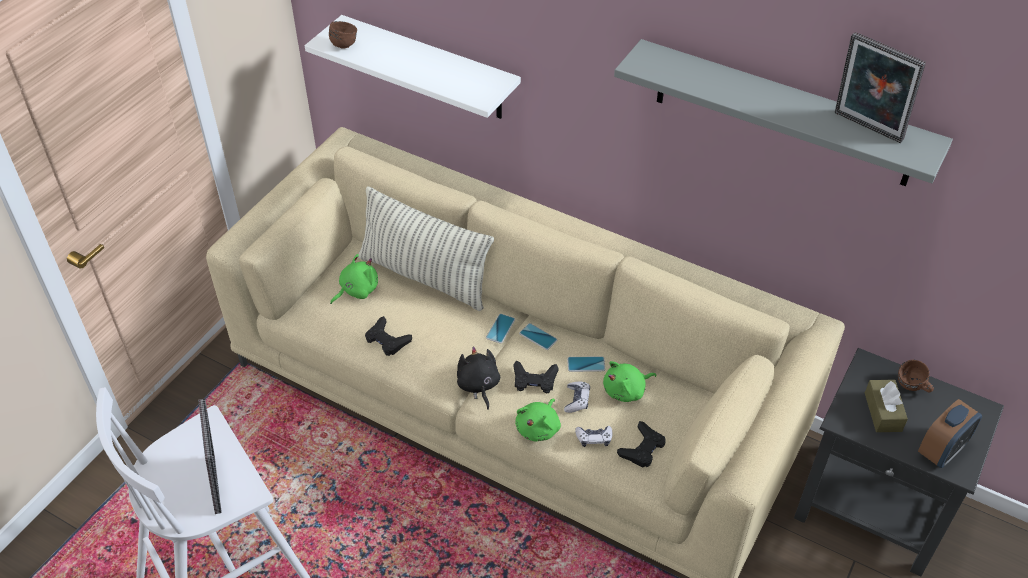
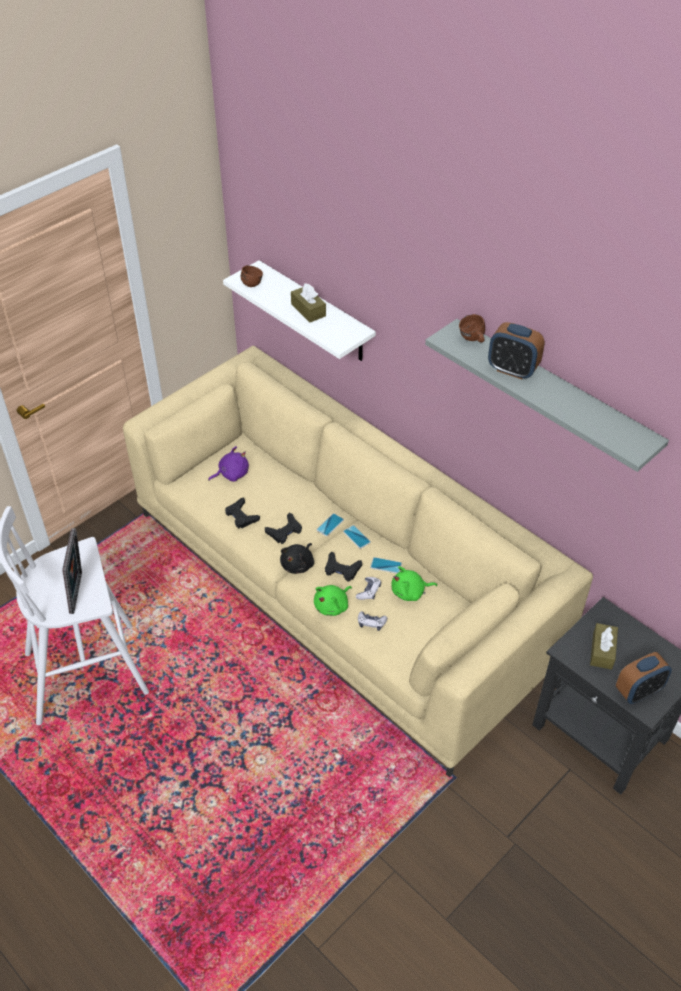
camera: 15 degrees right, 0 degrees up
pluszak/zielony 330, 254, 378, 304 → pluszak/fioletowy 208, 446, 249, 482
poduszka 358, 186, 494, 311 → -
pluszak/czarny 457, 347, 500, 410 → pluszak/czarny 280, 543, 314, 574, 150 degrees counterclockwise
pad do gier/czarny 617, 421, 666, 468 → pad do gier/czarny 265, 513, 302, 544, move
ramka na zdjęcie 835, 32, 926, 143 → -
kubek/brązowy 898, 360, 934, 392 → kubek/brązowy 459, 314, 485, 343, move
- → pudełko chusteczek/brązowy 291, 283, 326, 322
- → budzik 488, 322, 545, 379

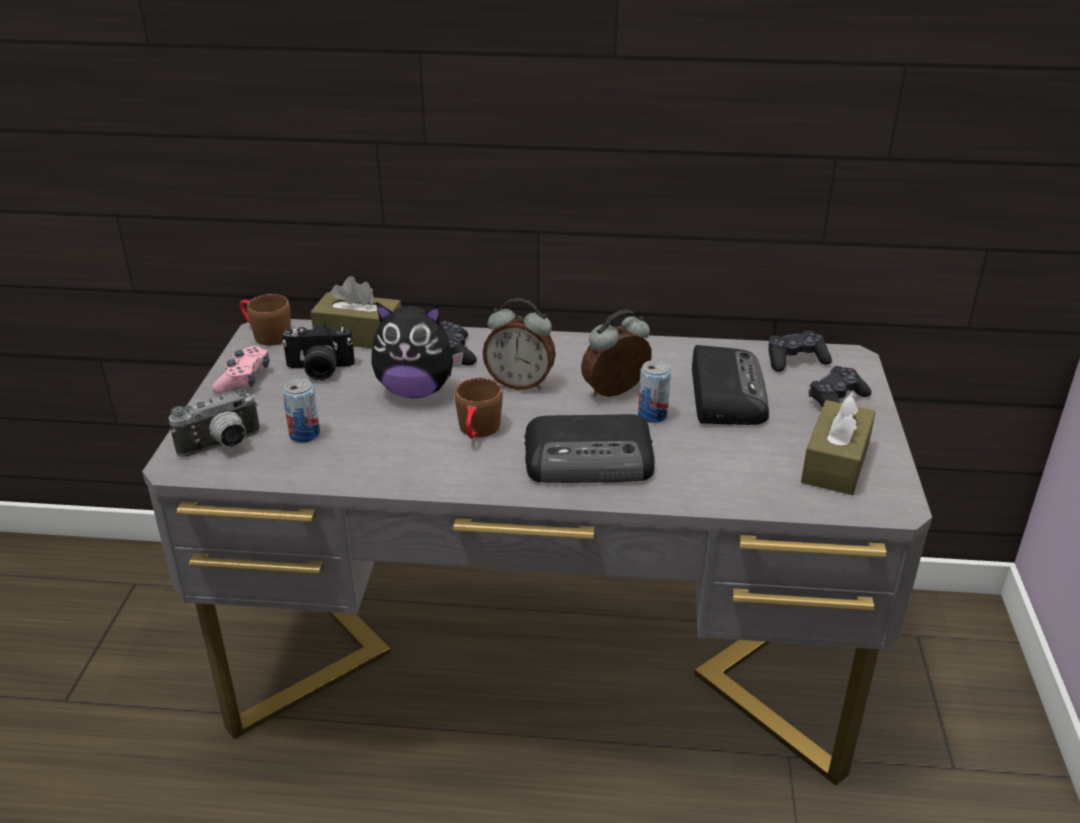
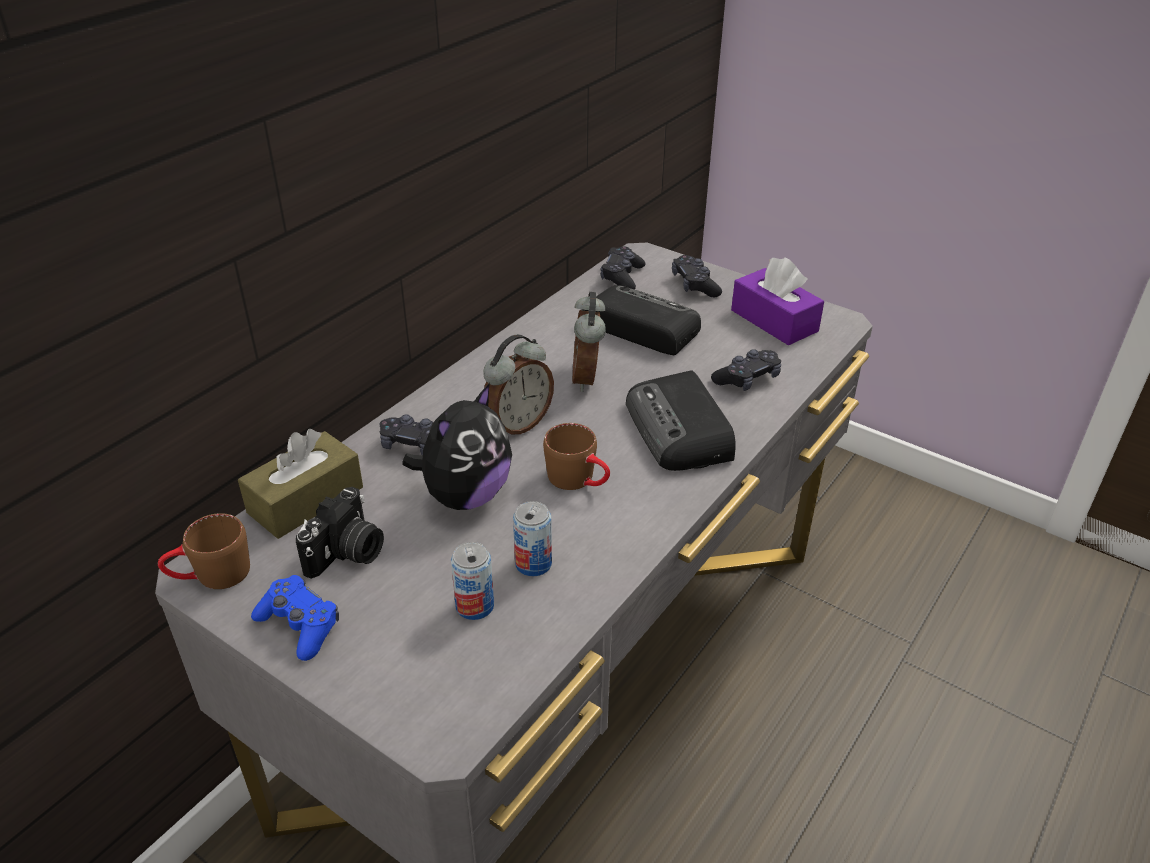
camera: 60 degrees left, 5 degrees up
aparat fotograficzny 169, 389, 260, 457 → -
pad do gier/różowy 212, 346, 270, 394 → pad do gier/niebieski 251, 575, 339, 661
radio 525, 414, 654, 483 → radio 626, 370, 736, 471, 135 degrees clockwise
puszka 638, 360, 671, 423 → puszka 513, 501, 552, 576, move
pudełko chusteczek/brązowy 801, 392, 876, 495 → pudełko chusteczek/fioletowy 731, 257, 824, 345
- → pad do gier/czarny 711, 349, 781, 391

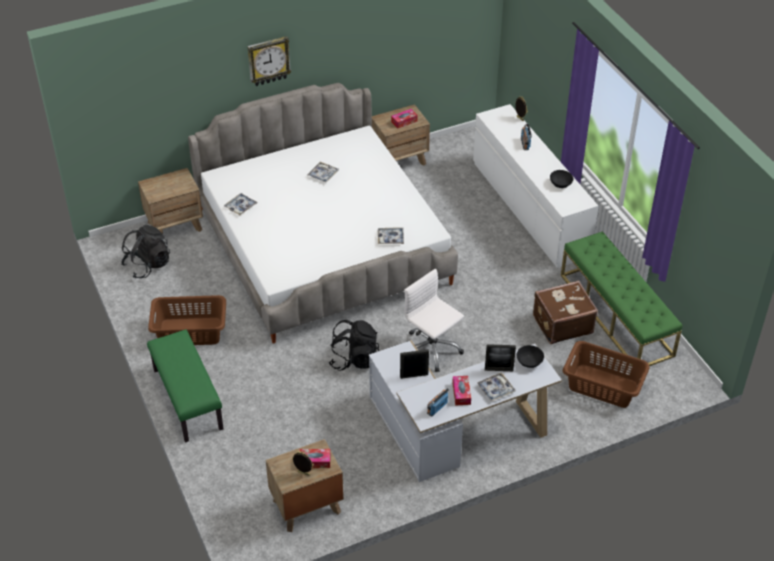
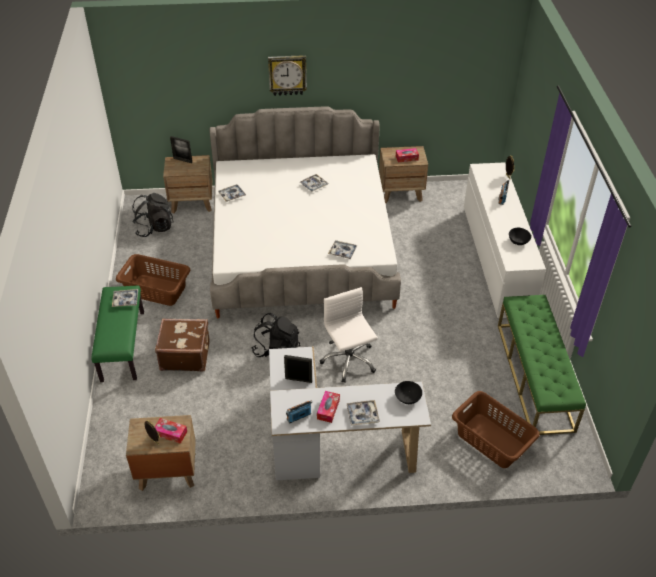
camera: 20 degrees right, 0 degrees up
ramka na zdjęcie 485, 344, 516, 371 → ramka na zdjęcie 170, 136, 192, 163, move
walizka/brązowy 533, 281, 598, 344 → walizka/brązowy 155, 318, 210, 371, move
- → taca 112, 289, 138, 307

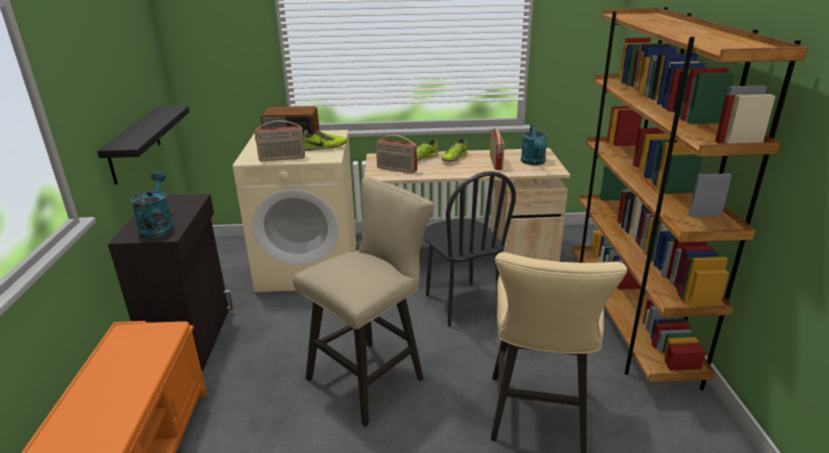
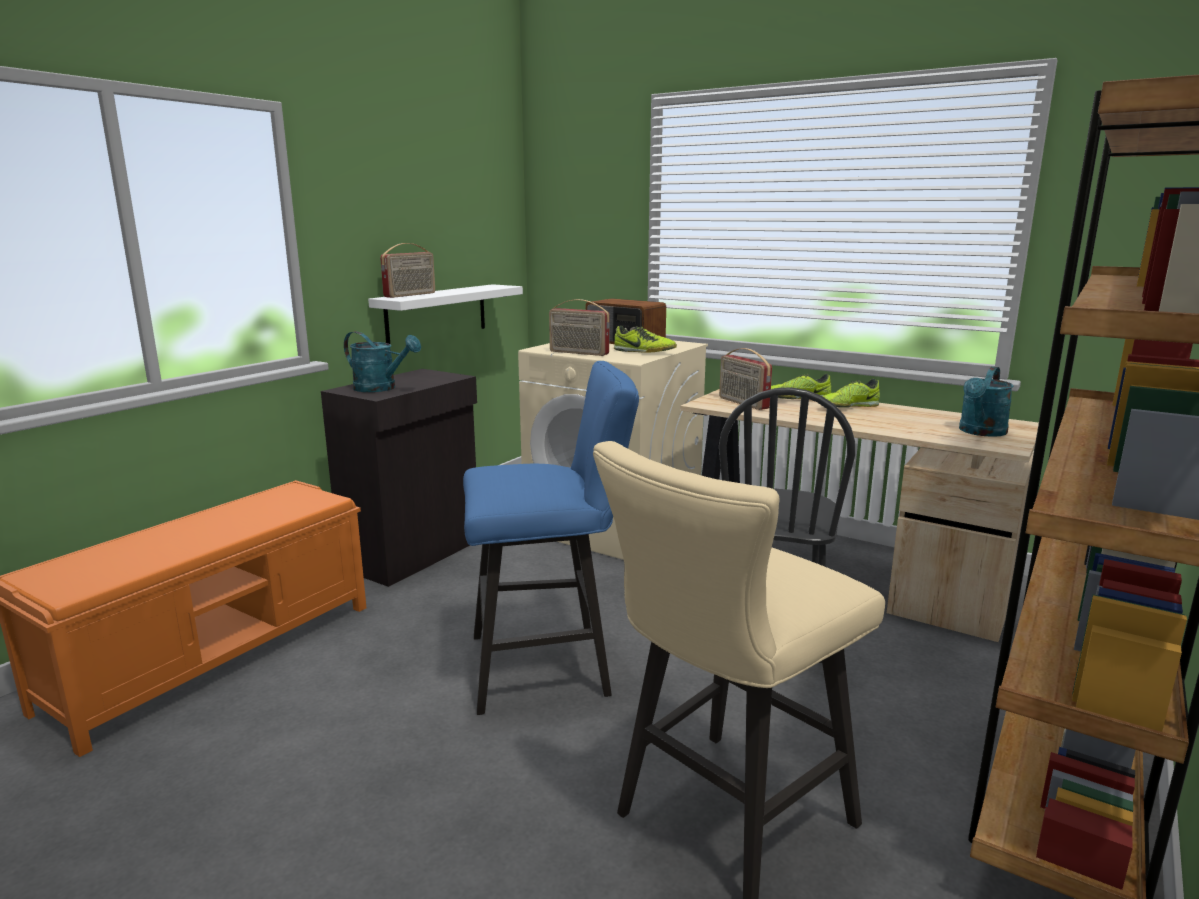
camera: 35 degrees right, 10 degrees down
półka/czarny 97, 106, 189, 185 → półka/biały 368, 284, 523, 344
konewka/turkusowy 131, 171, 174, 239 → konewka/turkusowy 344, 331, 421, 392, 90 degrees clockwise
stołek/beżowy 293, 177, 434, 427 → stołek/niebieski 463, 361, 639, 715
radio 490, 128, 505, 170 → radio 380, 243, 435, 298, move

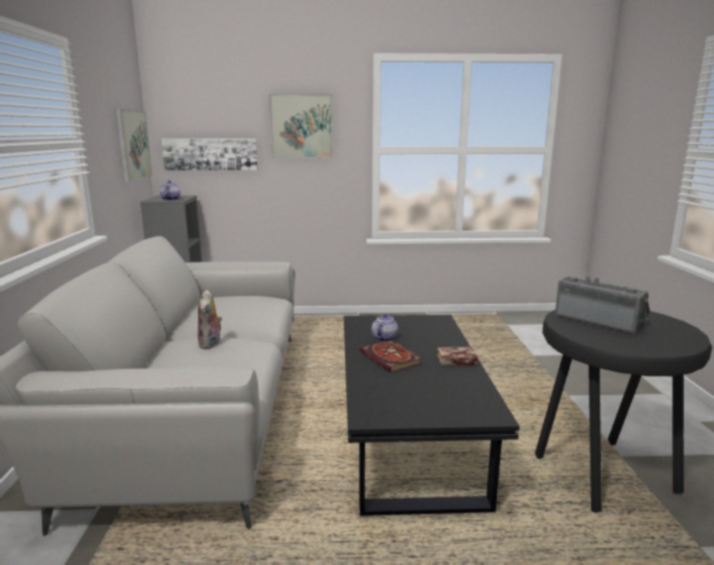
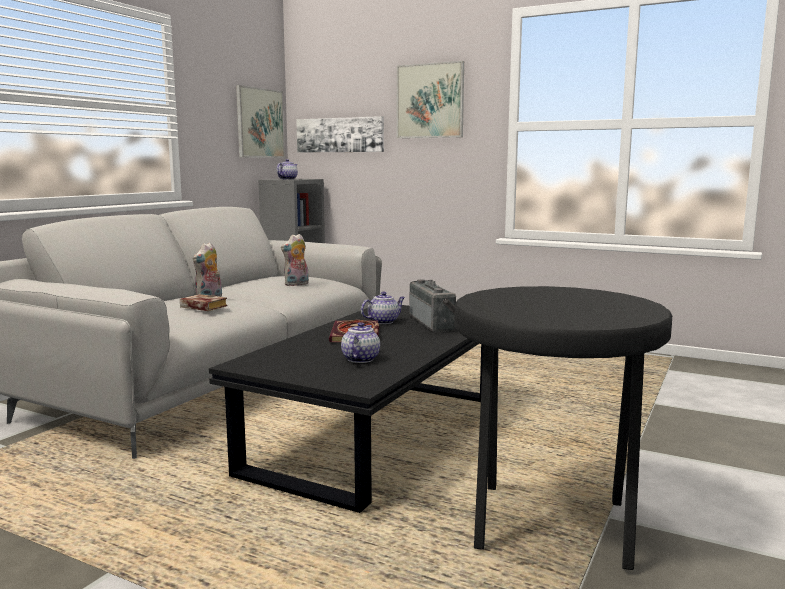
camera: 30 degrees right, 5 degrees down
książka 437, 346, 478, 366 → książka 180, 294, 227, 311, move
radio 555, 276, 650, 334 → radio 410, 279, 456, 332, move
- → pluszak 281, 234, 309, 286
- → imbryk 341, 322, 380, 363

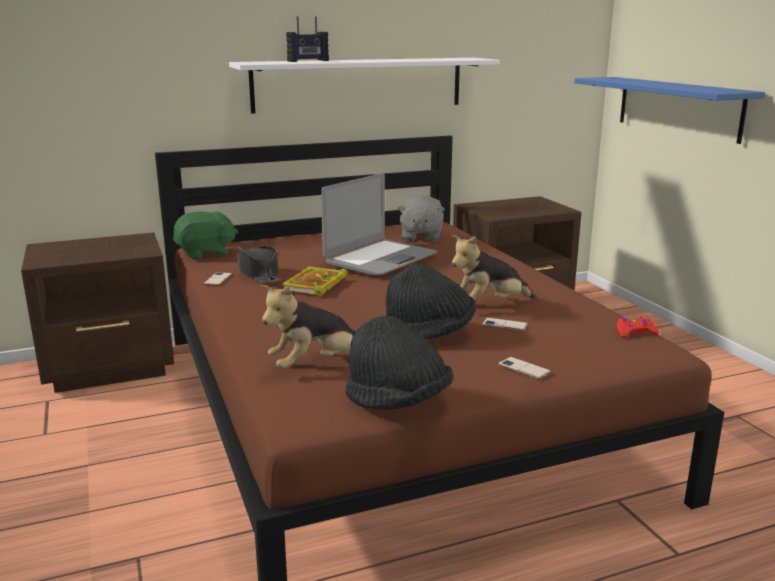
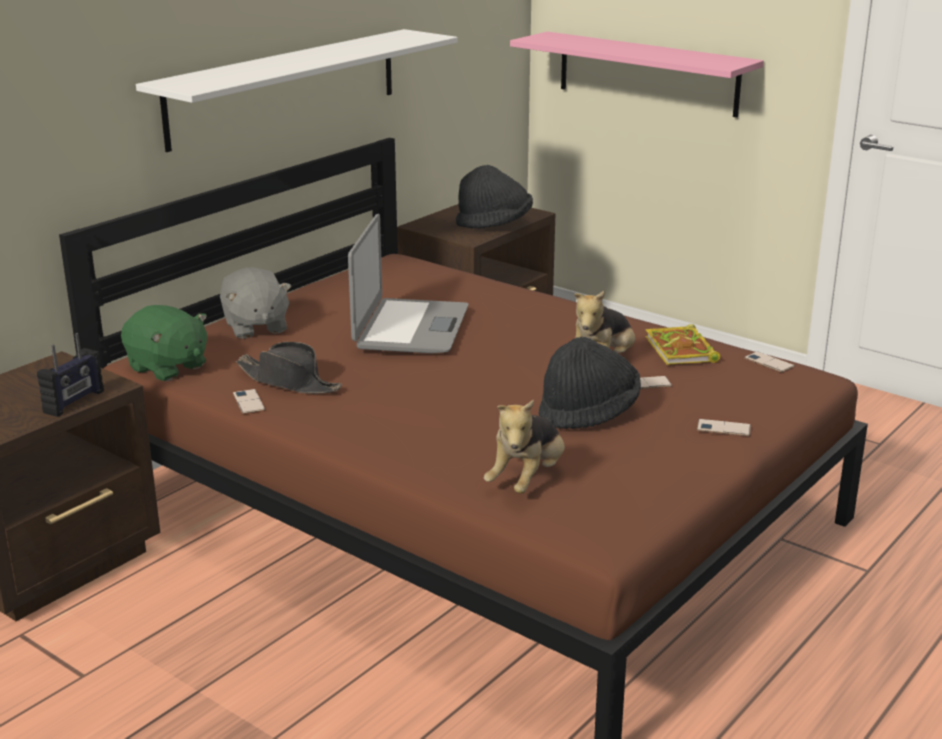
camera: 30 degrees left, 5 degrees up
pluszak/zielony 173, 211, 238, 260 → pluszak/zielony 121, 305, 207, 381, 90 degrees clockwise
książka 282, 267, 348, 296 → książka 645, 324, 720, 365, move
radio 286, 16, 329, 62 → radio 37, 333, 104, 417, move
kapelusz/czarny 345, 316, 453, 410 → kapelusz/czarny 456, 165, 533, 229, move
pluszak/szary 397, 195, 445, 242 → pluszak/szary 220, 267, 292, 339, move
półka/niebieski 575, 77, 765, 144 → półka/różowy 510, 32, 764, 118
pad do gier/czerwony 617, 317, 659, 338 → telefon 744, 351, 795, 373

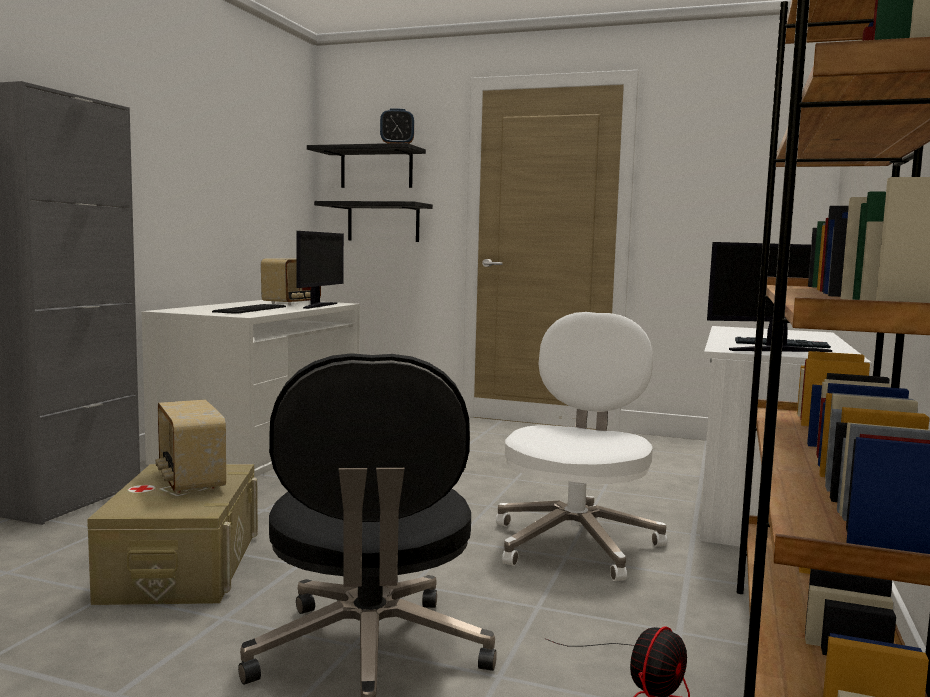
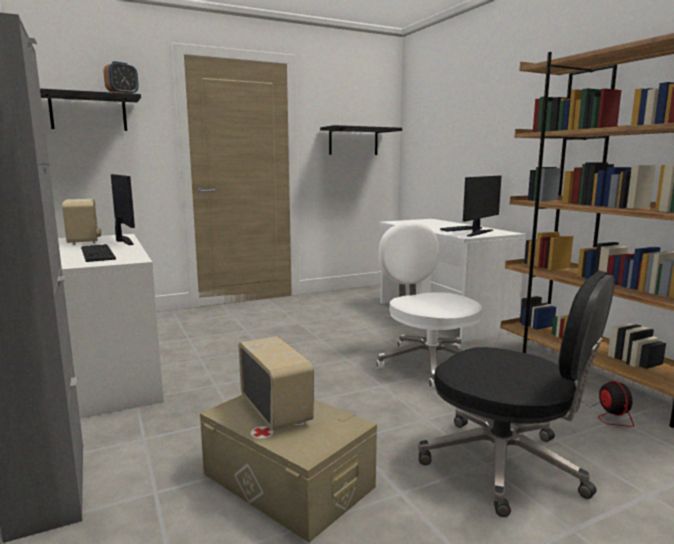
camera: 45 degrees left, 5 degrees up
radio 155, 400, 226, 494 → radio 239, 336, 314, 430, 135 degrees counterclockwise
półka/czarny 314, 201, 433, 242 → półka/czarny 320, 125, 402, 155, move

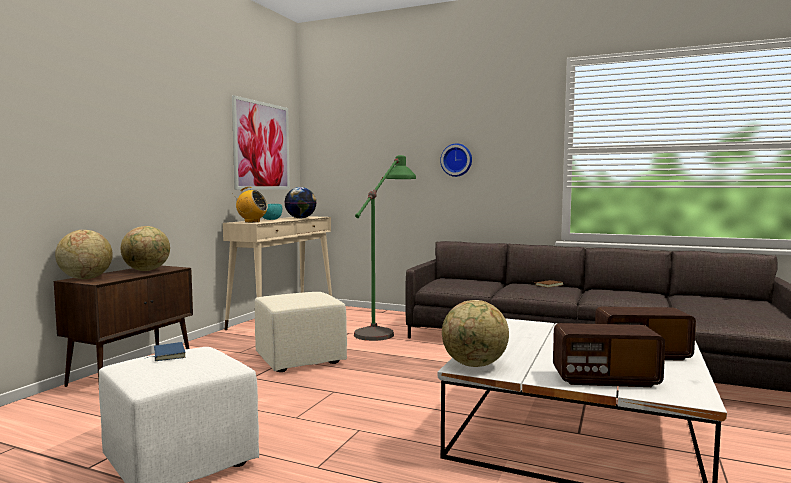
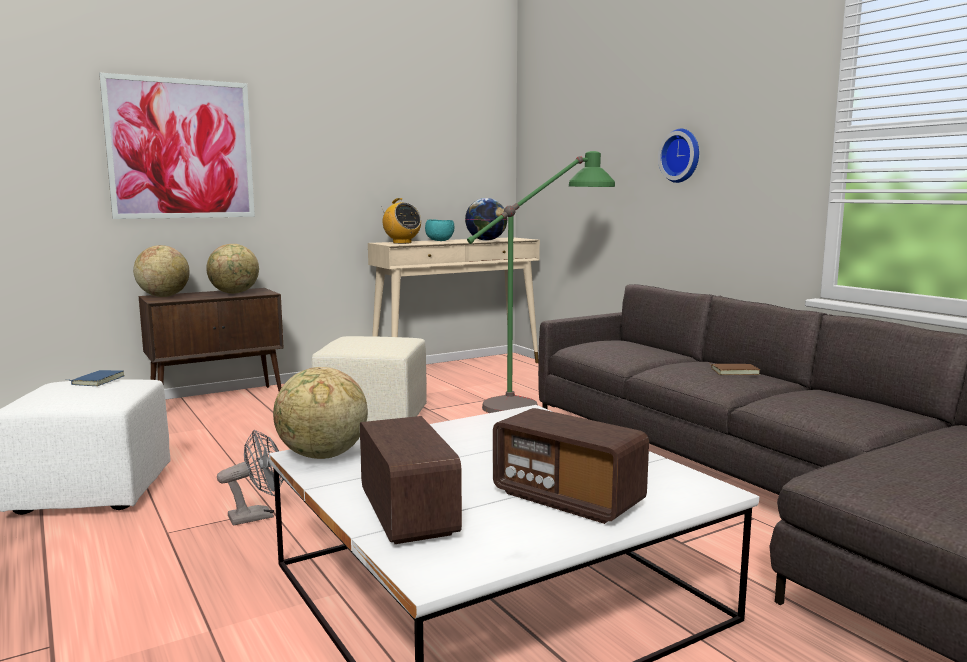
camera: 35 degrees right, 5 degrees up
obraz 232, 95, 290, 190 → obraz 99, 73, 255, 219, move
radio 553, 323, 665, 387 → radio 360, 416, 462, 544, 150 degrees counterclockwise
- → wentylator/szary 217, 430, 284, 525

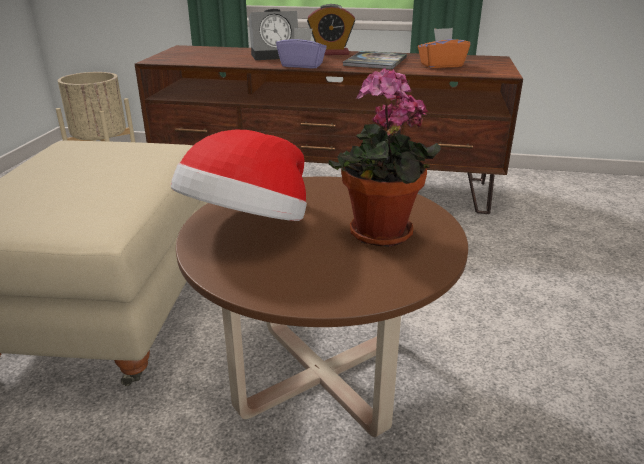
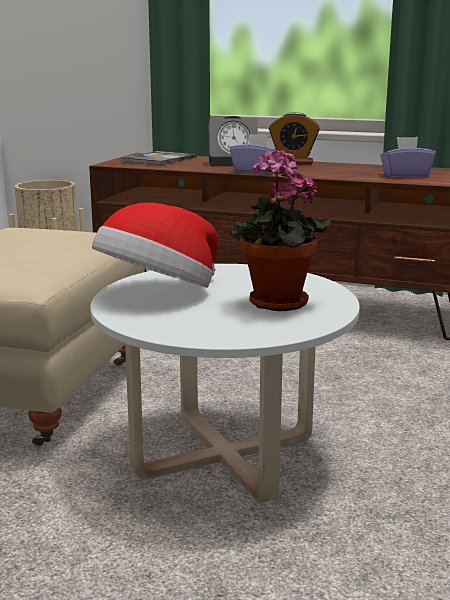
camera: 10 degrees right, 10 degrees down
ława/brązowy 176, 176, 468, 437 → ława/biały 90, 264, 360, 503
książka 343, 51, 407, 69 → książka 121, 151, 197, 164, move
pudełko chusteczek/pomarańczowy 418, 28, 470, 68 → pudełko chusteczek/fioletowy 380, 137, 436, 178

